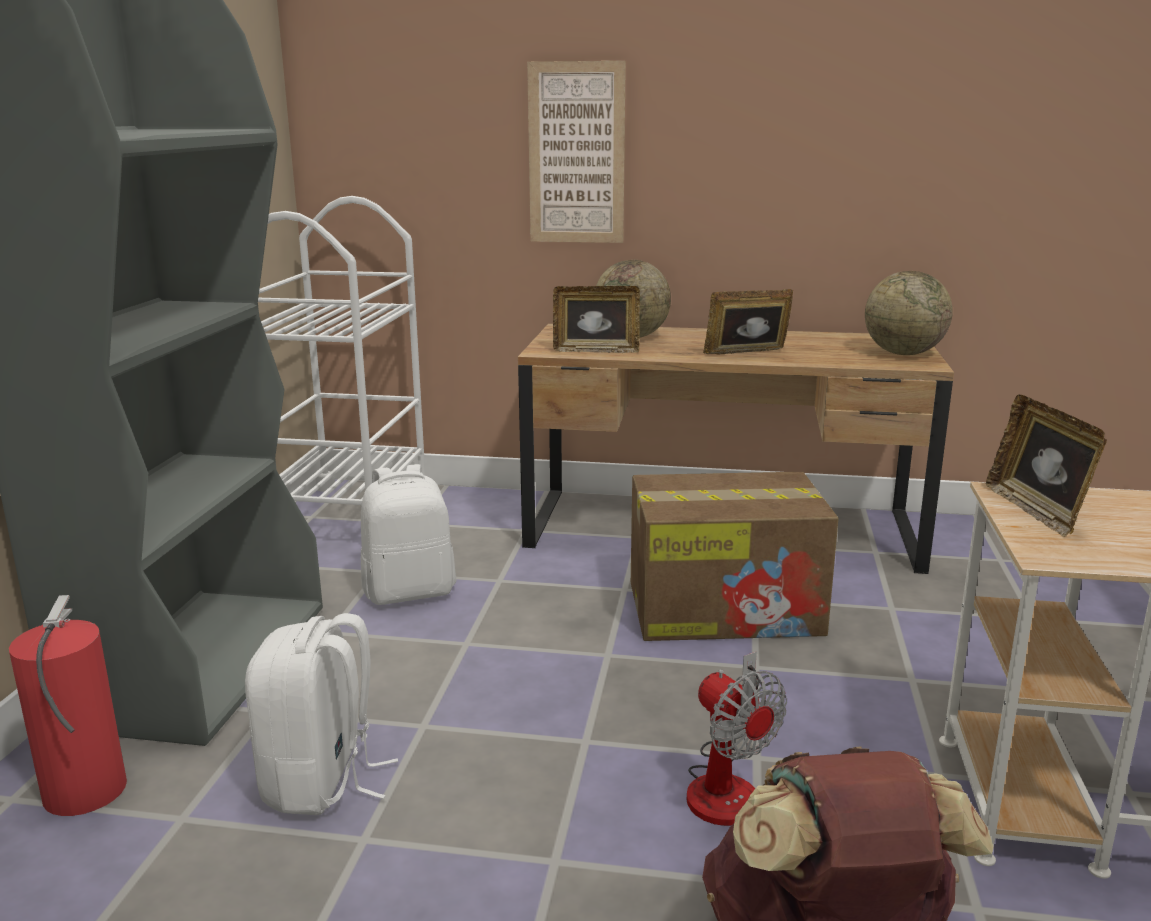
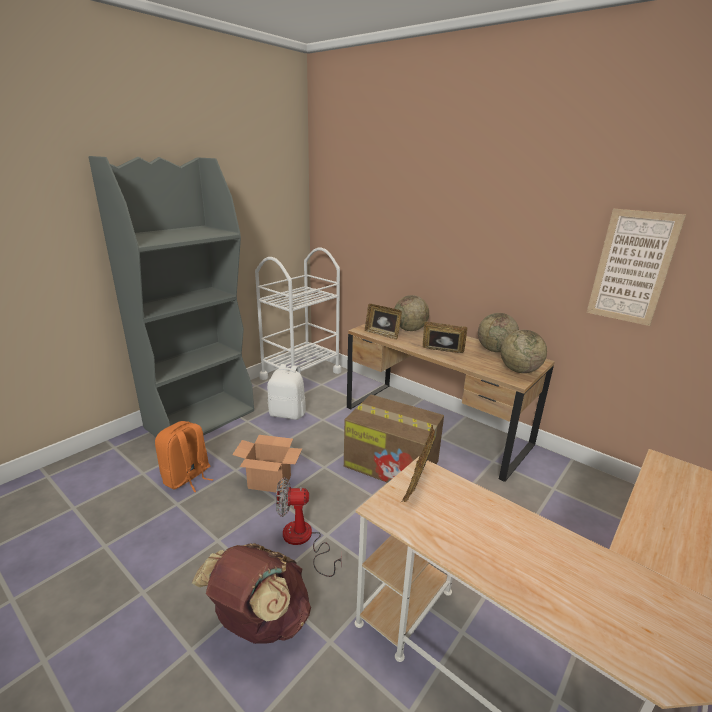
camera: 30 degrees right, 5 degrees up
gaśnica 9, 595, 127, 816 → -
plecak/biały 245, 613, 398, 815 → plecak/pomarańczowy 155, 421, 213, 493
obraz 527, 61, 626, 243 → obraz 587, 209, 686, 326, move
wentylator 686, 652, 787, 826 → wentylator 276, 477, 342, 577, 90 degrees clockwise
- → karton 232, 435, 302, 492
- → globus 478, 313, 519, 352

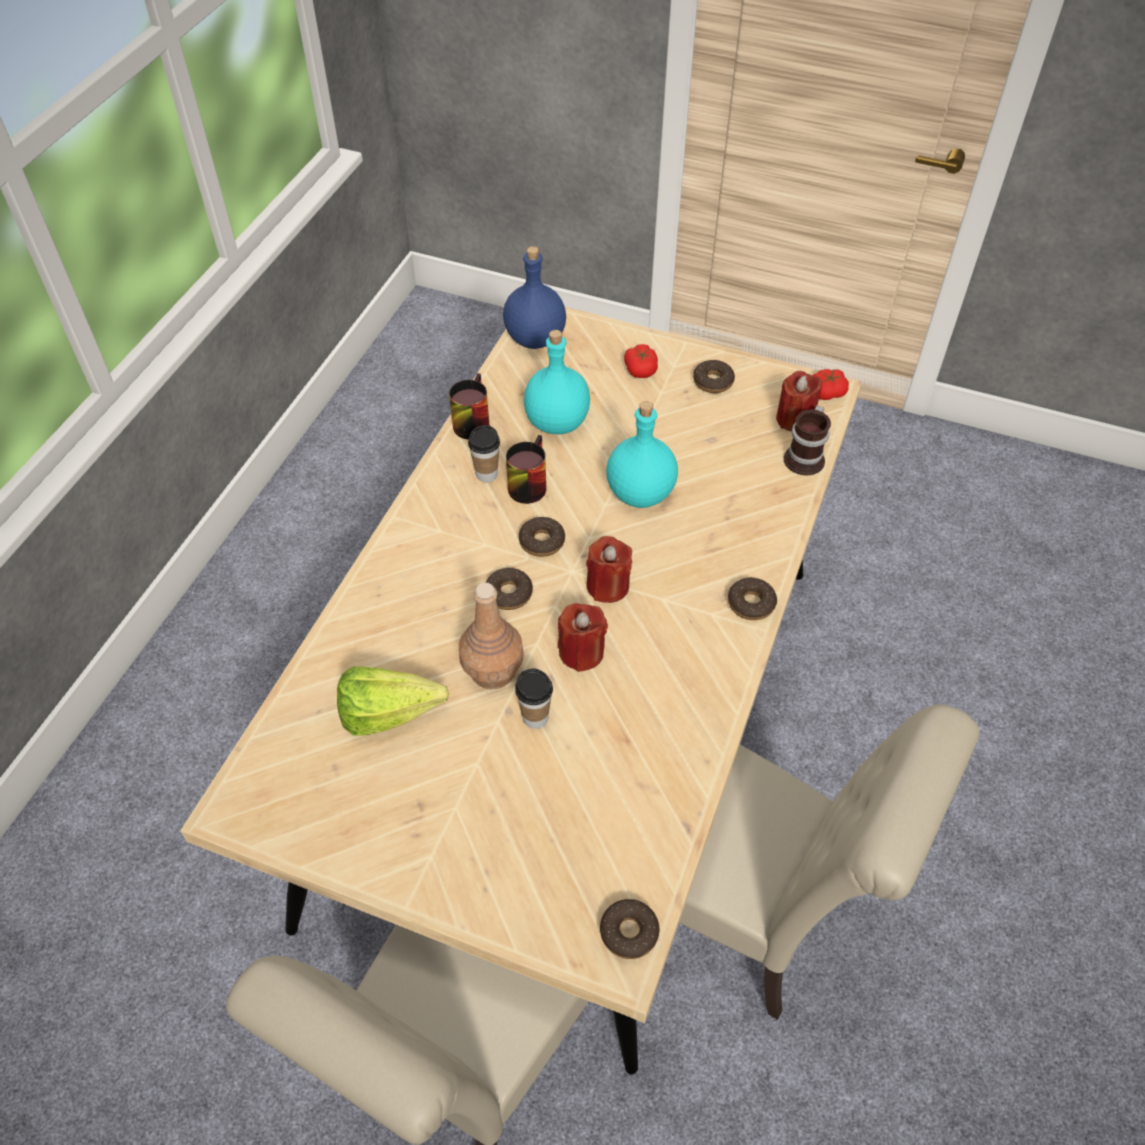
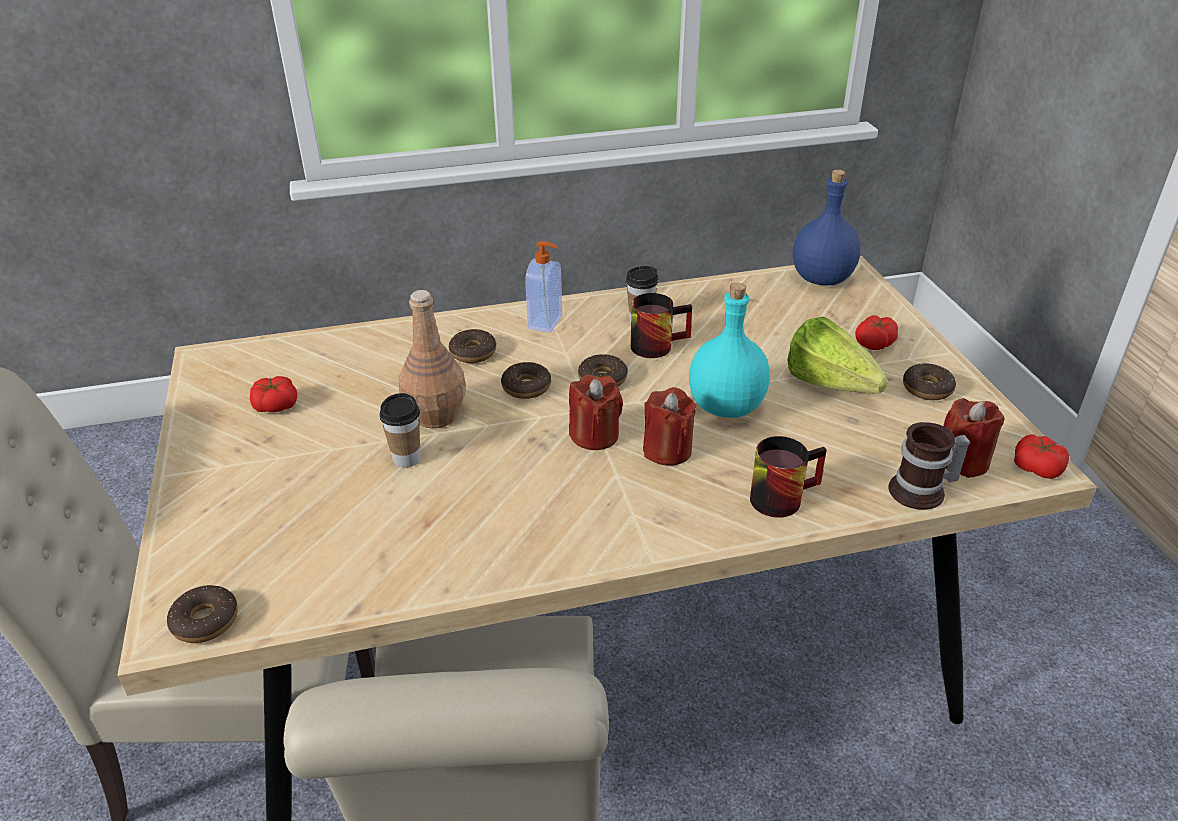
camera: 55 degrees right, 15 degrees down
sałata 337, 667, 449, 736 → sałata 787, 317, 888, 393, move
kubek 449, 373, 489, 440 → kubek 750, 436, 827, 518, move
butelka/turkusowy 524, 330, 590, 434 → -
świeca/czerwony 558, 603, 608, 672 → świeca/czerwony 643, 387, 696, 466, move
donut 728, 578, 777, 620 → donut 449, 329, 496, 363, move
- → pomidor 250, 376, 297, 412
- → dozownik mydła 525, 241, 562, 333

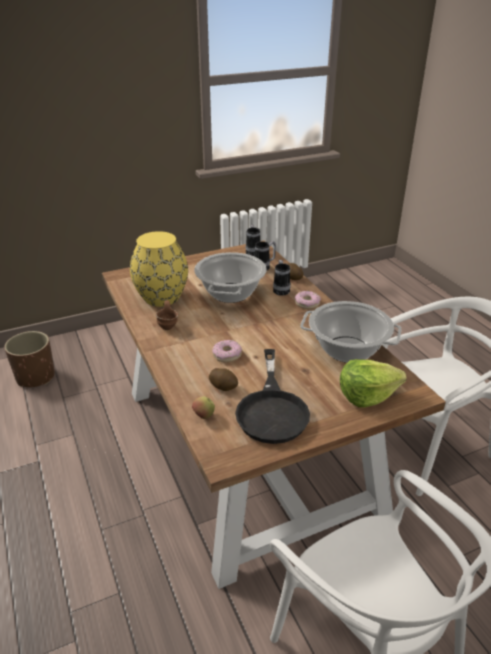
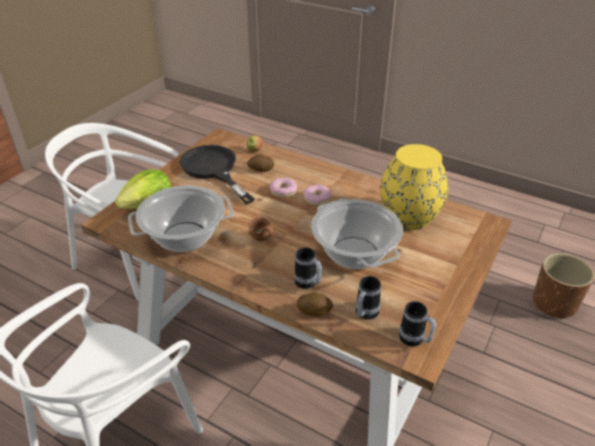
camera: 145 degrees right, 5 degrees up
kubek/brązowy 156, 300, 178, 330 → kubek/brązowy 247, 217, 274, 241, move
donut 295, 291, 321, 309 → donut 304, 184, 331, 206, move

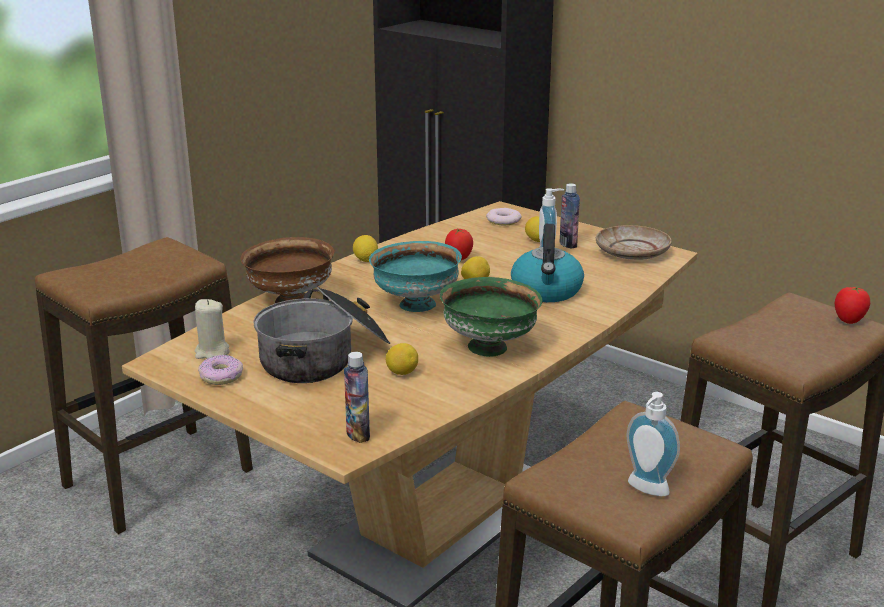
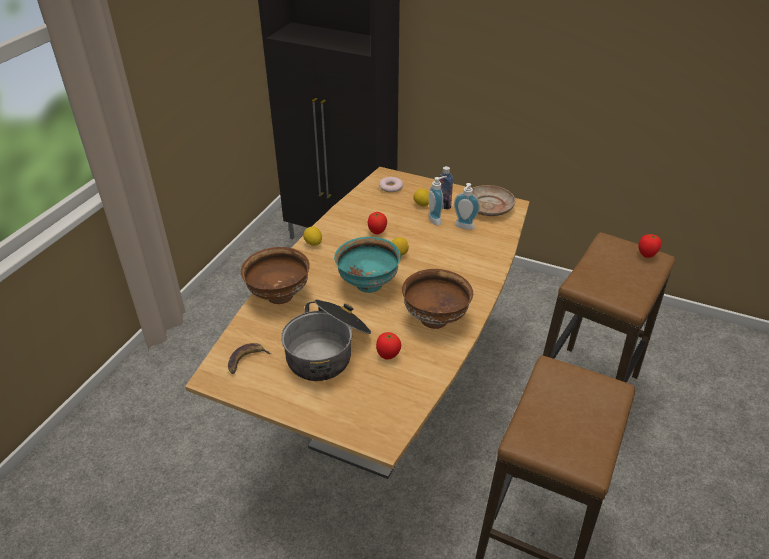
camera: 15 degrees left, 15 degrees up
stołek 35, 237, 253, 534 → -
świeca/beżowy 195, 299, 230, 359 → banan 228, 343, 271, 374
donut 198, 355, 243, 385 → -
butelka 344, 352, 370, 443 → -
cytryna 386, 343, 418, 375 → pomidor 376, 332, 401, 360
miska/zielony 440, 277, 543, 357 → miska/brązowy 402, 269, 473, 329
czajnik 511, 224, 584, 302 → -
dozownik mydła 626, 392, 680, 496 → dozownik mydła 454, 183, 480, 230, move

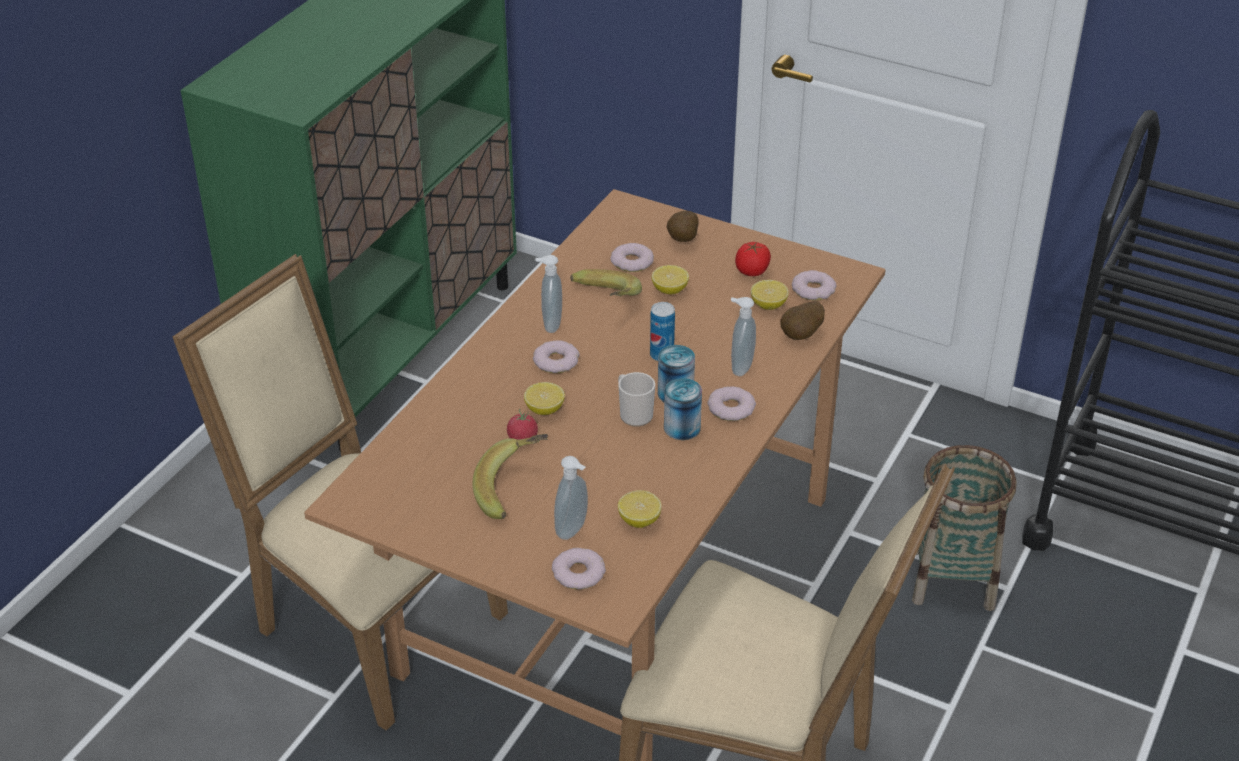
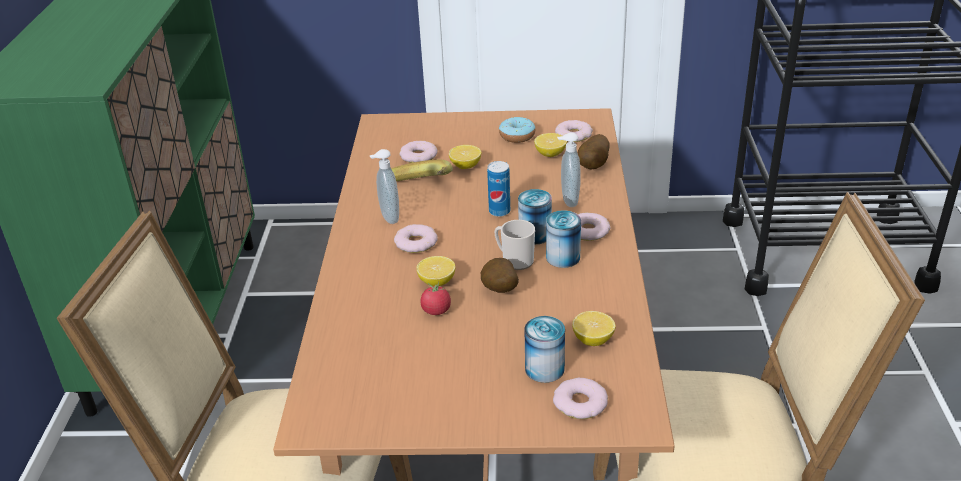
camera: 25 degrees left, 5 degrees down
banan 472, 434, 548, 519 → -
dozownik mydła 554, 456, 588, 540 → puszka 524, 316, 565, 383
ziemniak 667, 211, 698, 242 → ziemniak 481, 258, 519, 293, move
pomidor 735, 242, 771, 276 → donut 499, 117, 535, 143
koszyk 912, 445, 1017, 611 → -

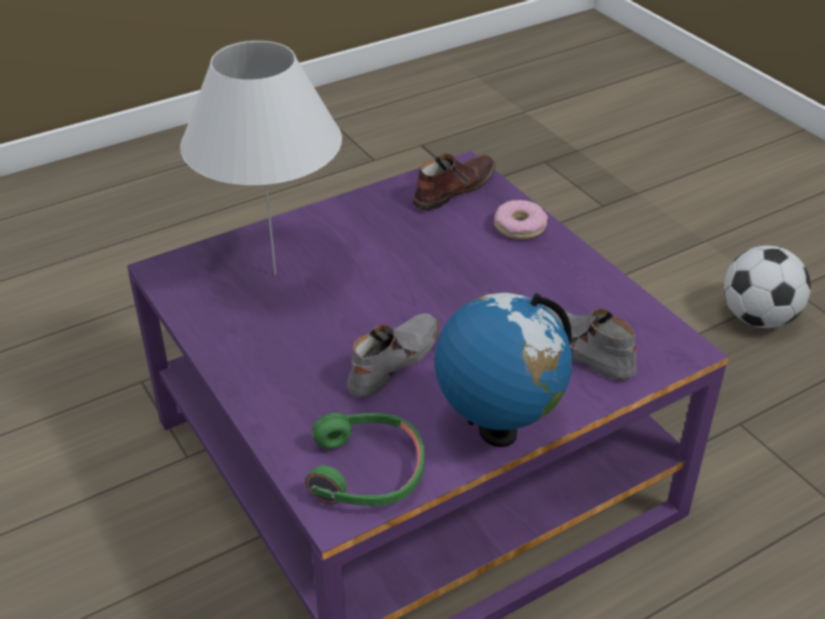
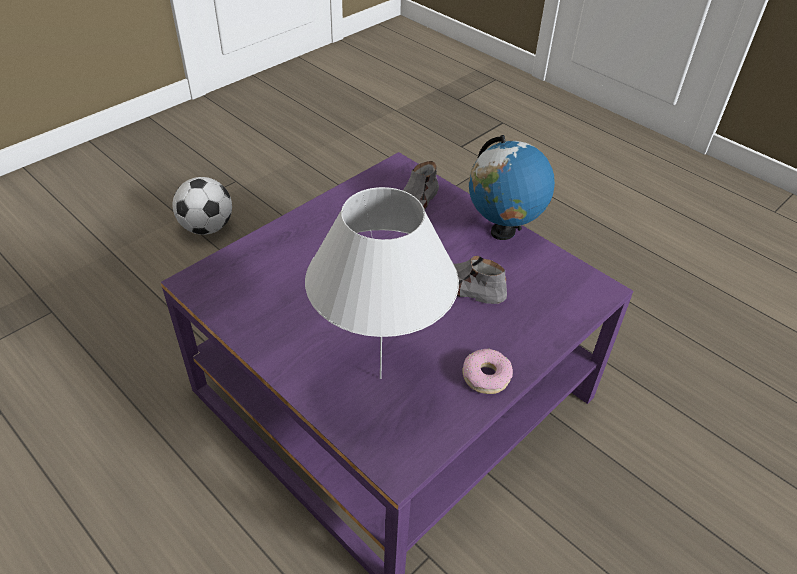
camera: 105 degrees left, 5 degrees up
słuchawki/zielony 305, 413, 425, 506 → -
but/brązowy 413, 153, 496, 211 → -
donut 494, 200, 548, 240 → donut 462, 349, 513, 394, move

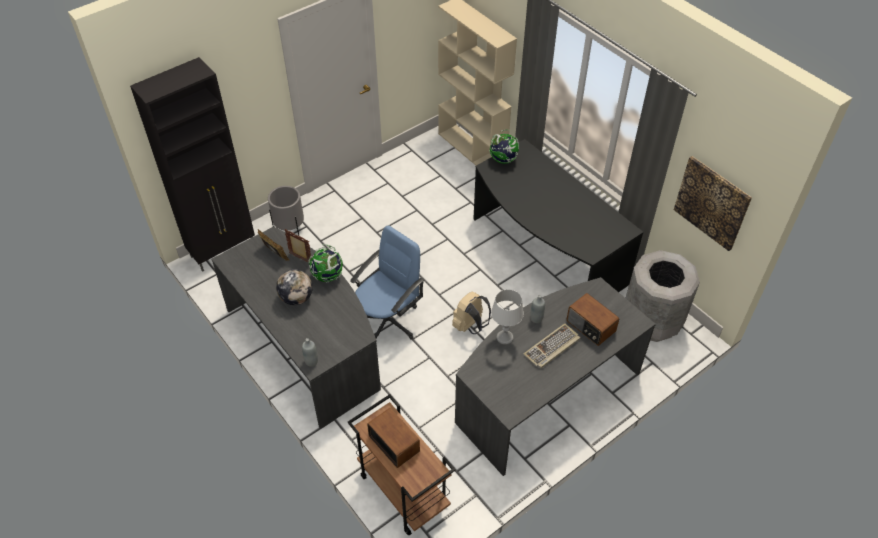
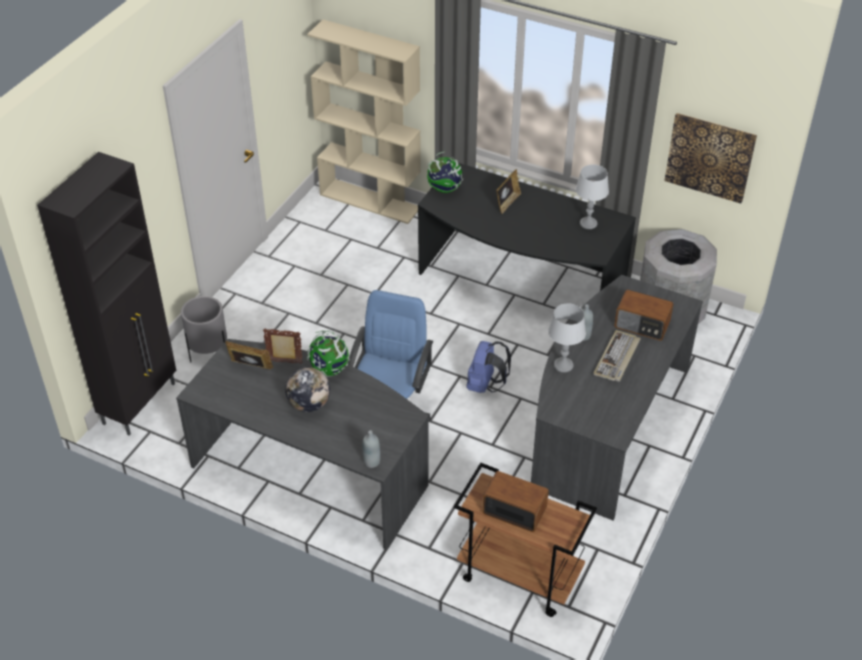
camera: 25 degrees left, 5 degrees down
plecak/beżowy 452, 292, 491, 334 → plecak/niebieski 466, 341, 511, 393
- → ramka na zdjęcie 496, 169, 521, 214
- → lampa stołowa/szary 575, 164, 609, 229

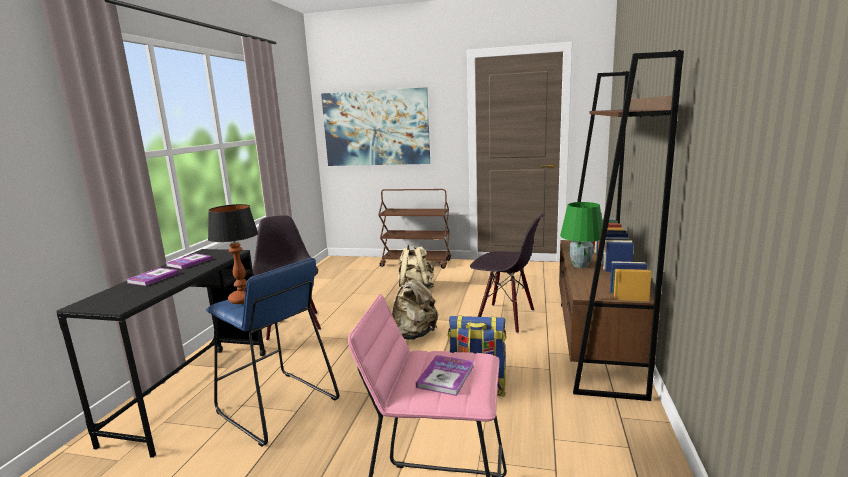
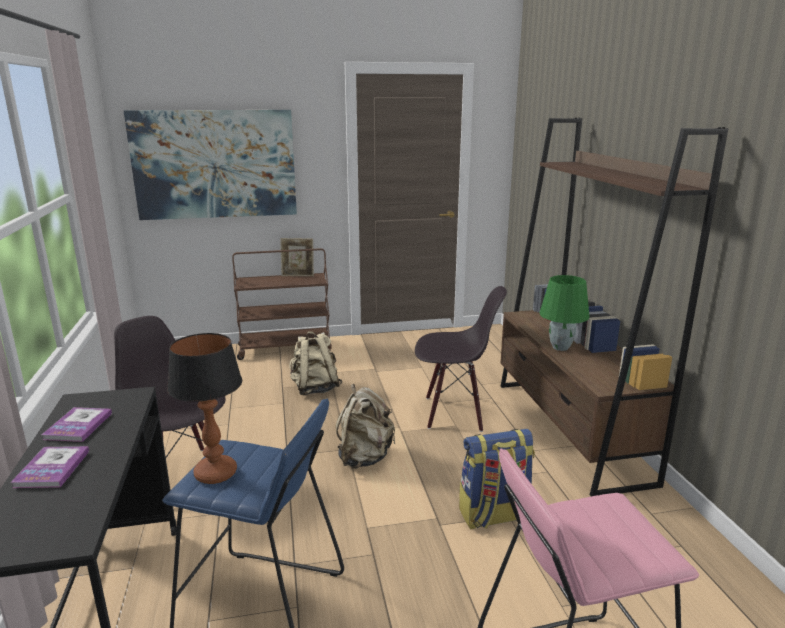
camera: 25 degrees left, 5 degrees up
książka 416, 355, 474, 396 → -
- → ramka na zdjęcie 280, 238, 314, 276

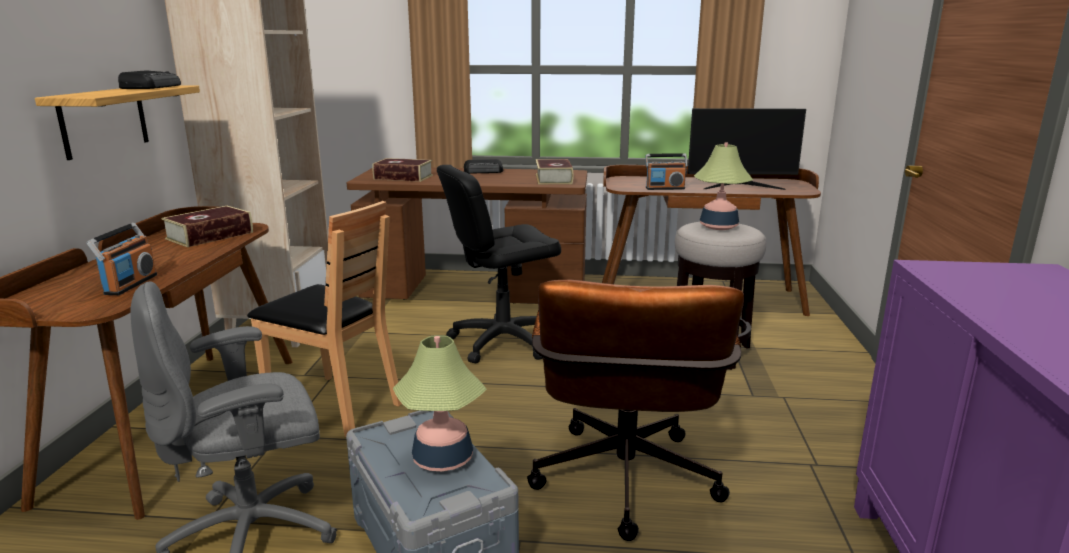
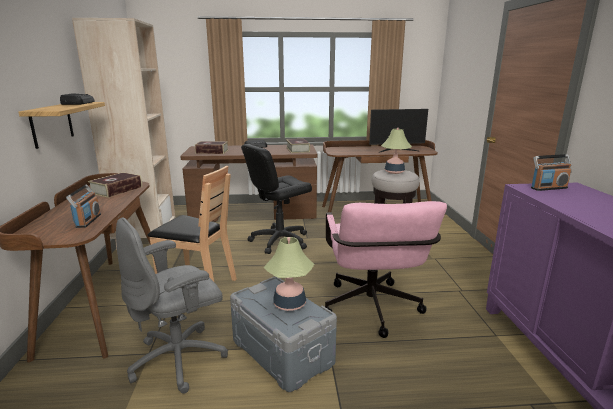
camera: 10 degrees left, 0 degrees up
krzesło biurowe/brązowy 527, 280, 744, 541 → krzesło biurowe/różowy 325, 201, 447, 338
radio 645, 153, 687, 190 → radio 531, 154, 571, 191, move

